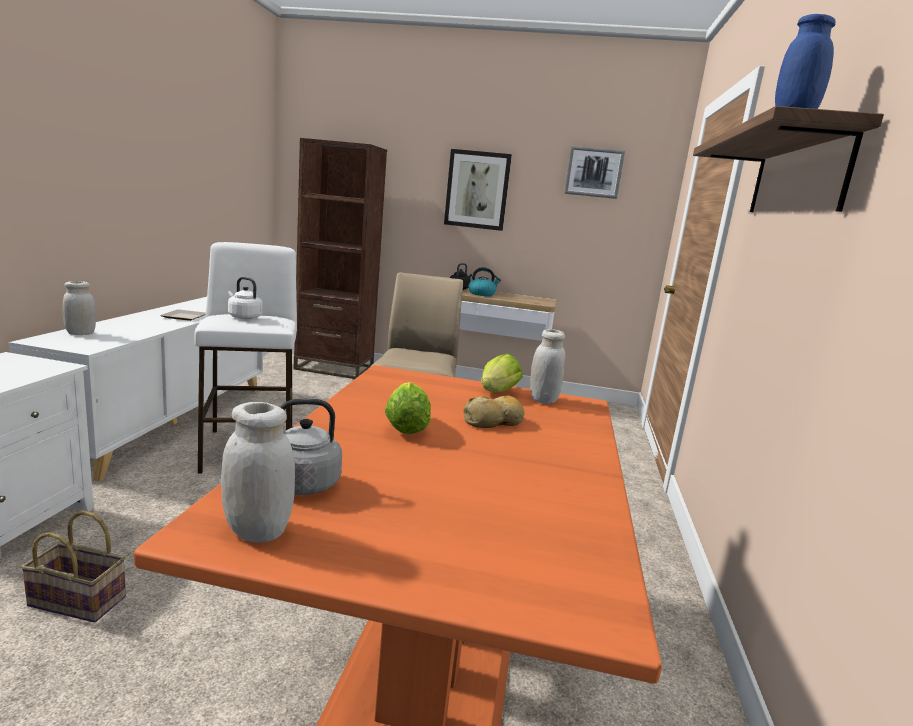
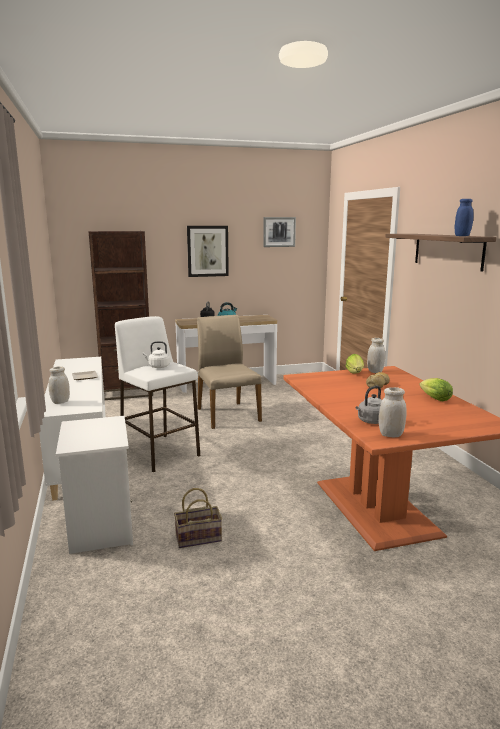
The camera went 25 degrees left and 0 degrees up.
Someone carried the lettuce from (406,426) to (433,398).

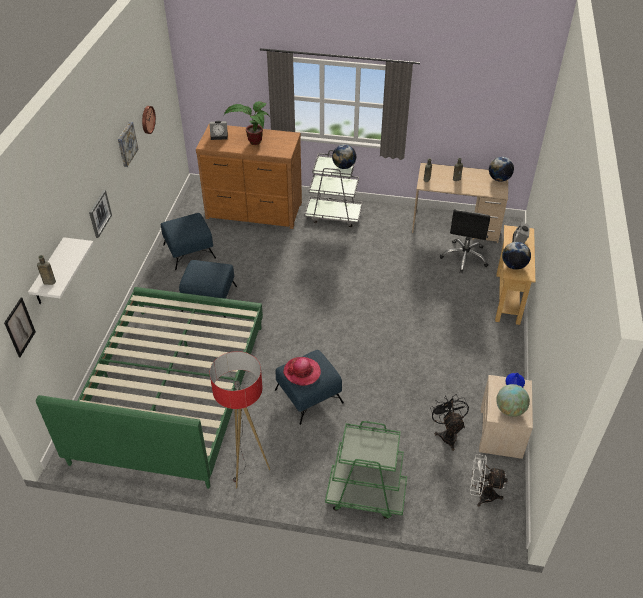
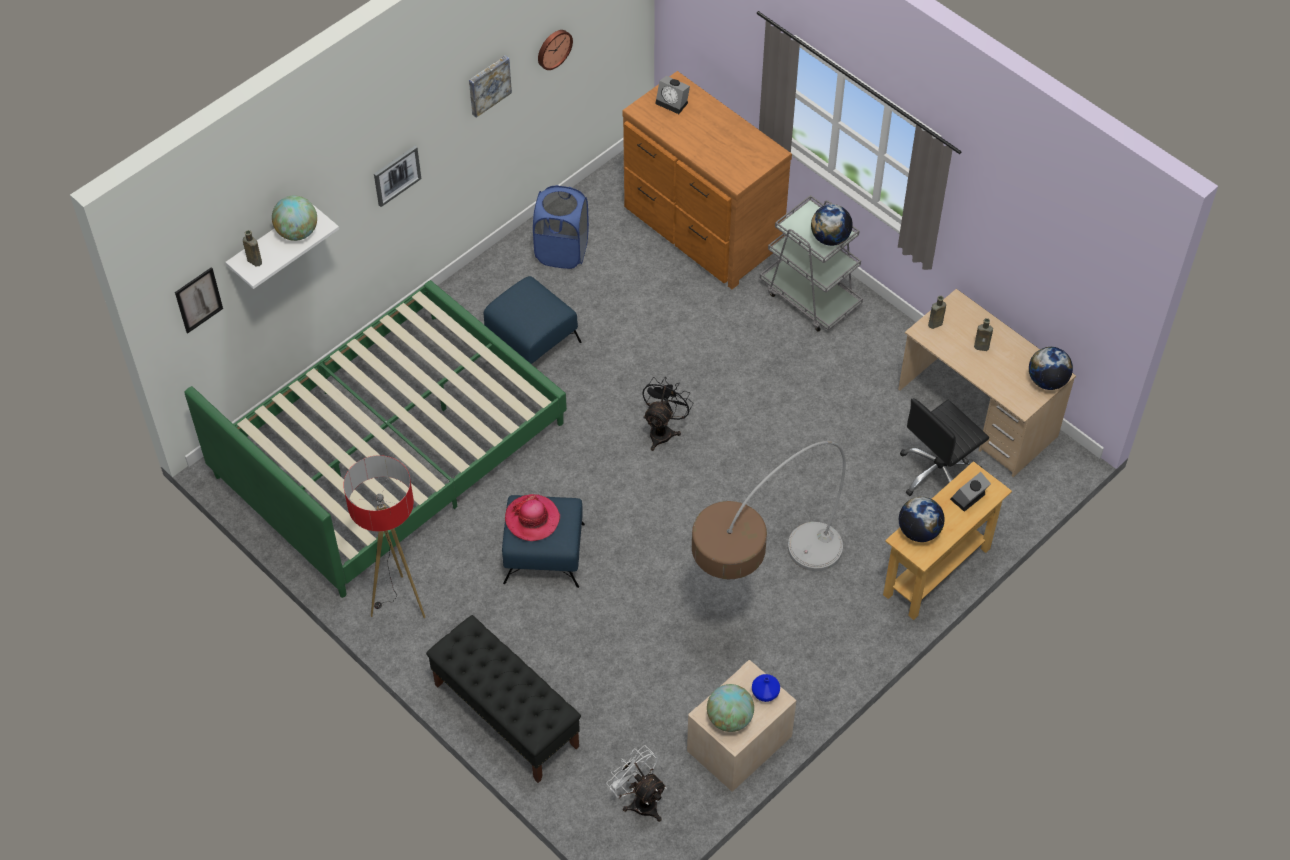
The camera went 35 degrees right and 10 degrees up.
Someone swapped the blue ottoman at (189,251) for the blue laundry basket at (562,251).
Someone took away the potted plant at (253,142).
Someone swapped the green cart at (365,495) for the black bench at (505,715).
Someone carried the black fan from (447,434) to (663,430).
Someone put down the globe at (297,232).
Someone put down the floor lamp at (762,593).

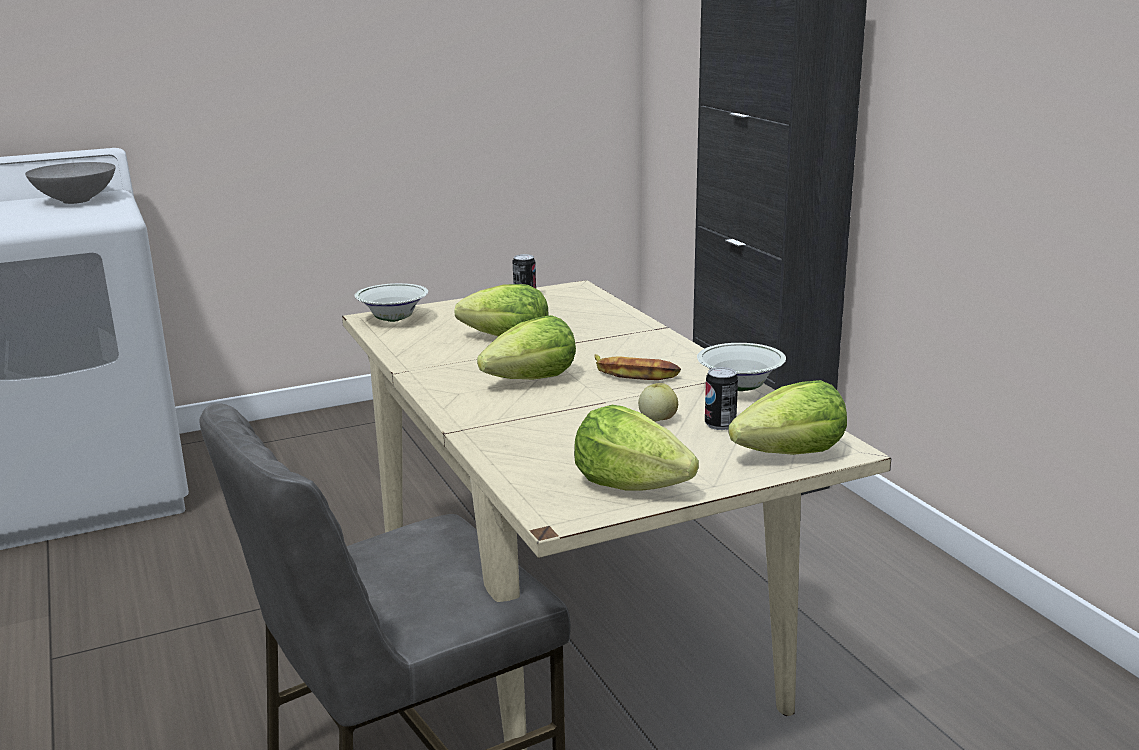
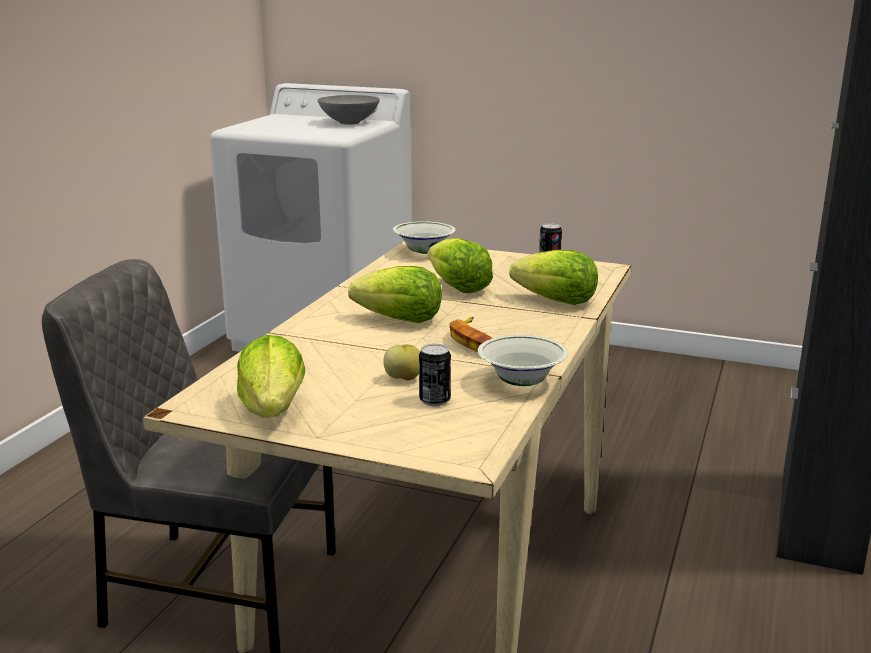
The camera went 45 degrees right and 0 degrees up.
Someone carried the lettuce from (792,455) to (556,301).

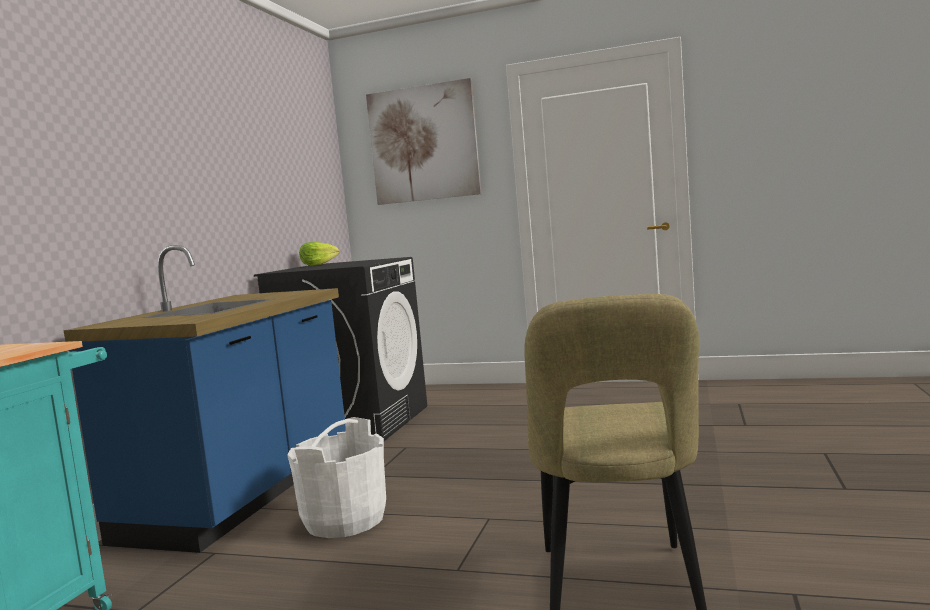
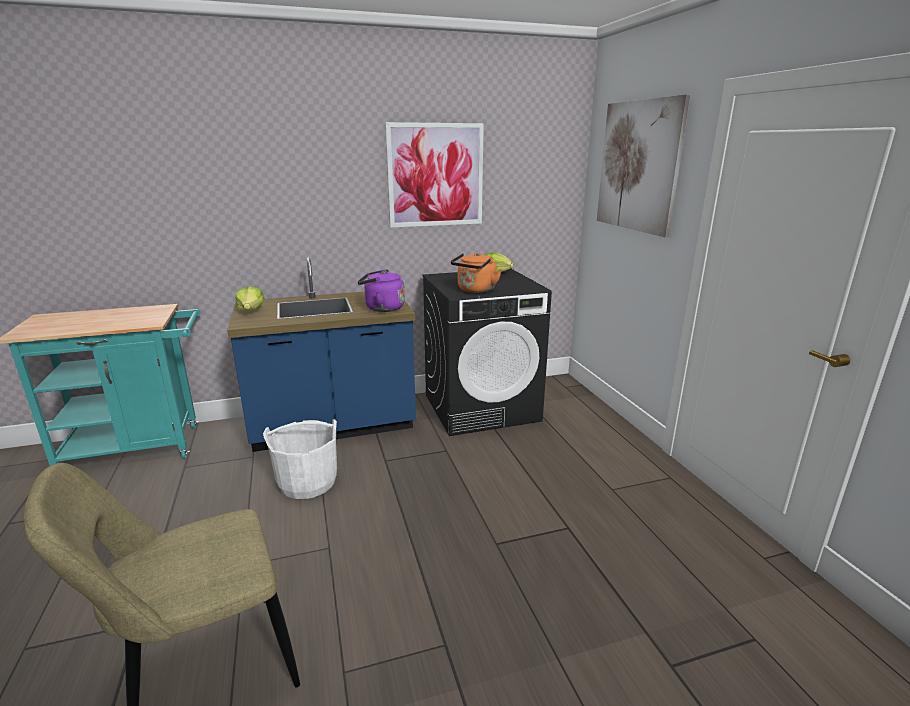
The camera went 55 degrees right and 15 degrees up.
Someone put down the lettuce at (251,311).
Someone put down the purple kettle at (382,308).
Someone put up the picture at (435,175).
Someone put down the orange kettle at (475,290).

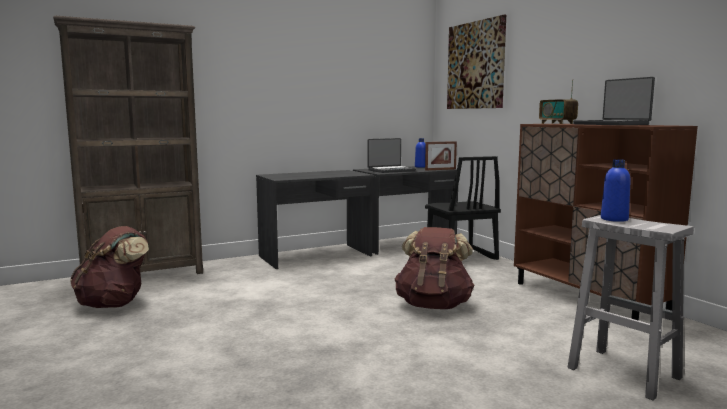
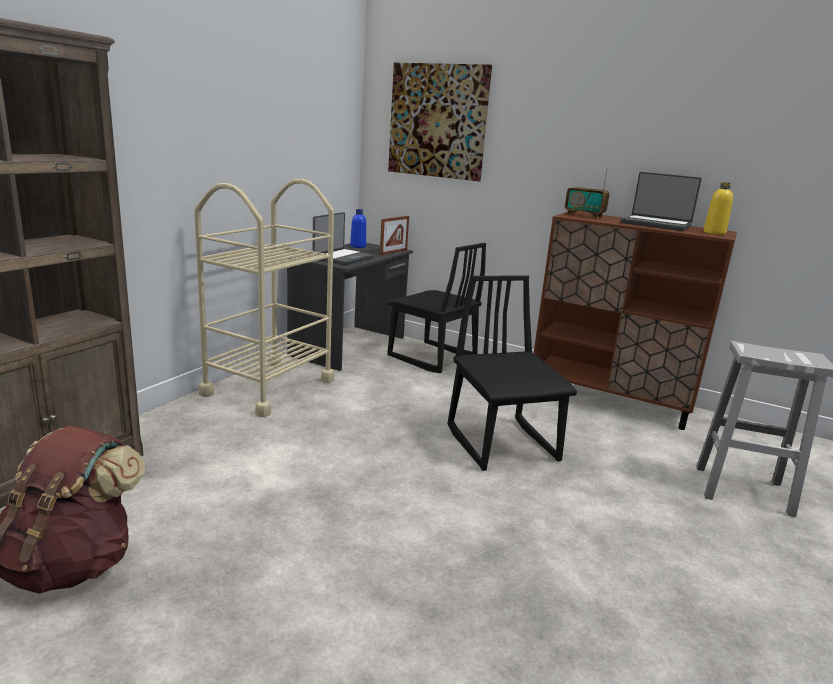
The camera went 35 degrees left and 10 degrees up.
Someone swapped the grey desk at (316,256) for the beige cart at (269,387).
Someone swapped the brown backpack at (433,305) for the black chair at (503,444).
Someone took away the blue bottle at (614,219).
Someone put down the yellow bottle at (714,233).

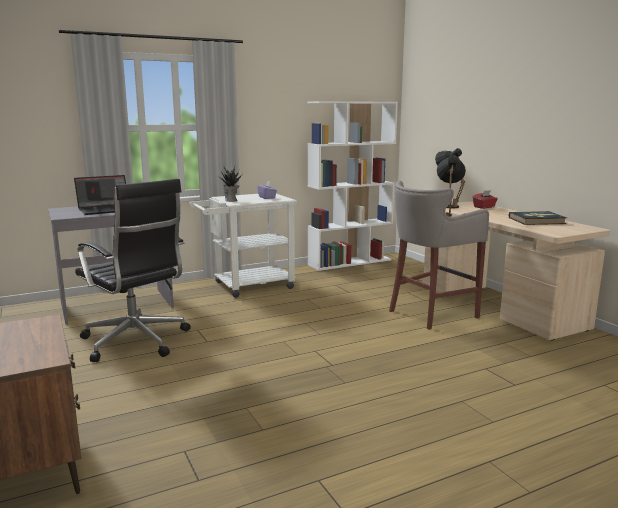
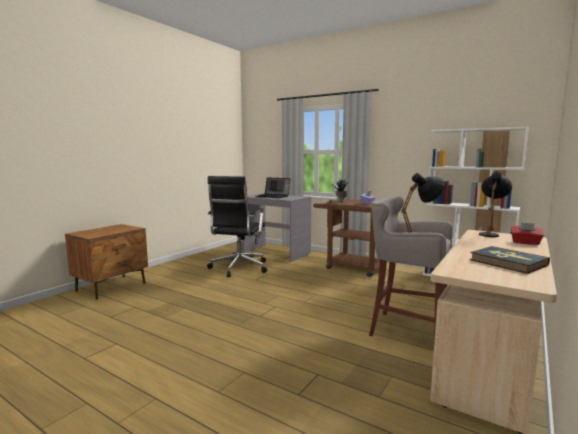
The camera went 60 degrees right and 5 degrees down.
Someone repainted the white cart at (247,286), which became the brown cart at (351,266).

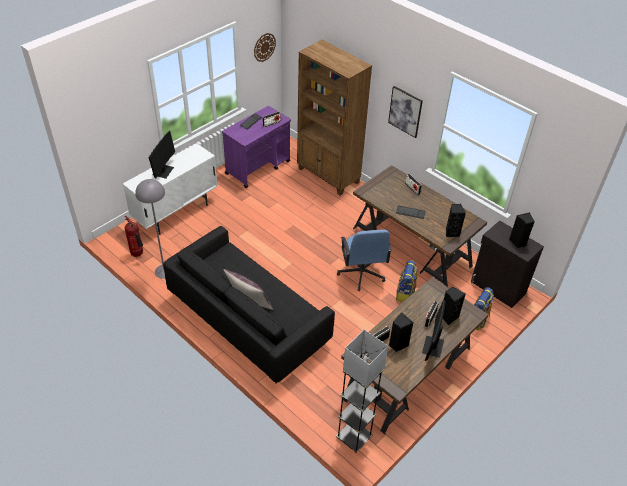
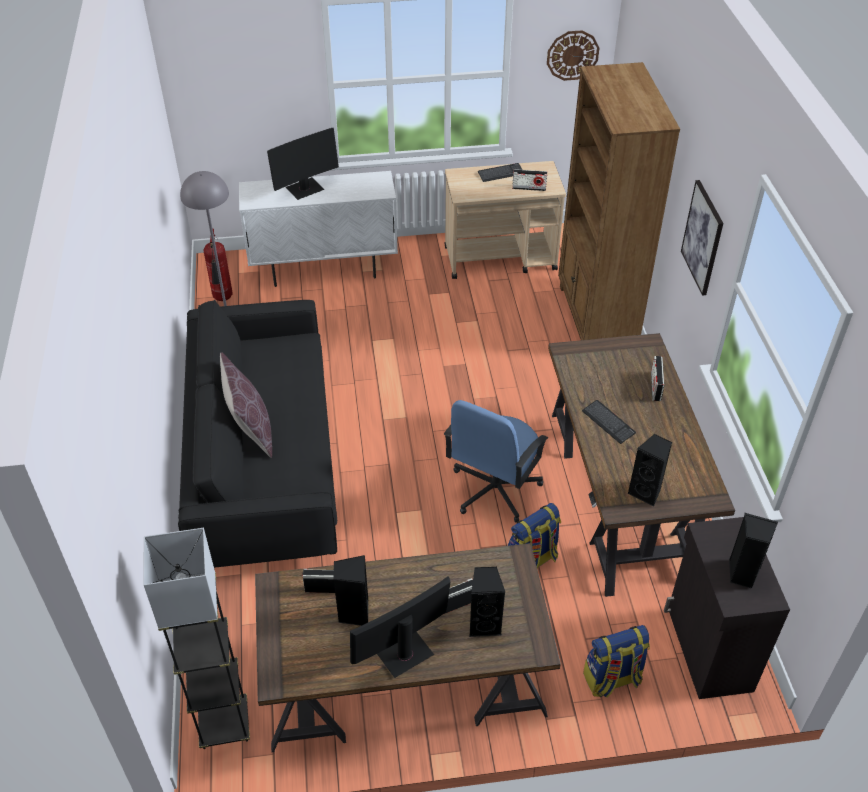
The camera went 40 degrees right and 0 degrees up.
Someone repainted the purple cart at (258,167), which became the beige cart at (501,258).

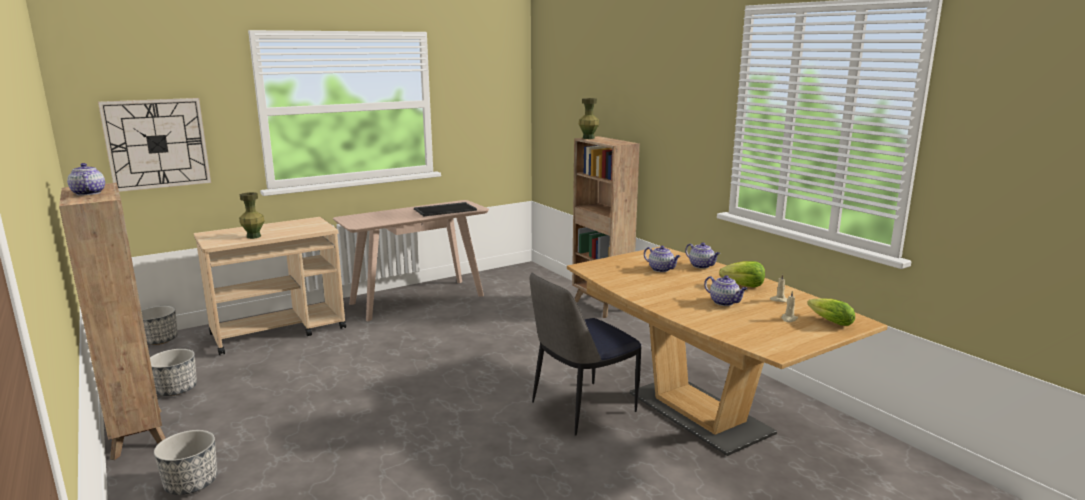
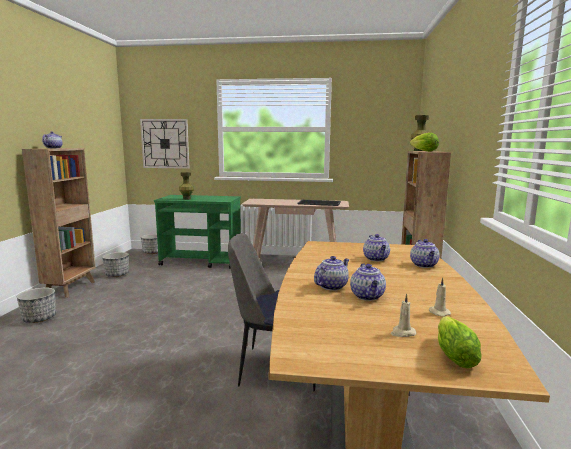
The camera went 40 degrees right and 5 degrees down.
Someone repainted the beige cart at (279,331), which became the green cart at (202,261).
Someone carried the lettuce from (743,286) to (424,151).
Someone put down the teapot at (331,286).

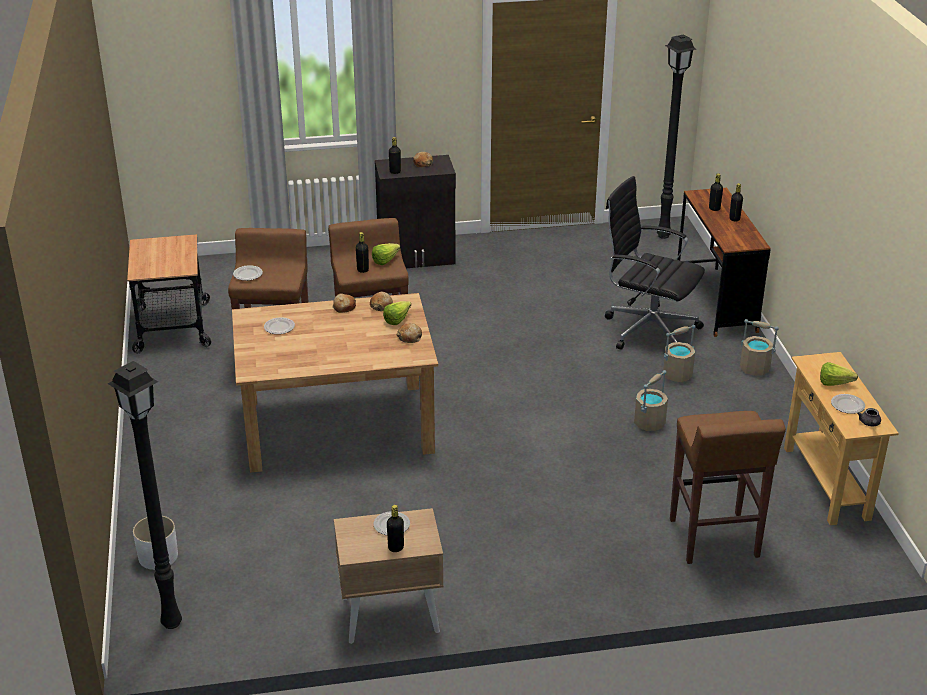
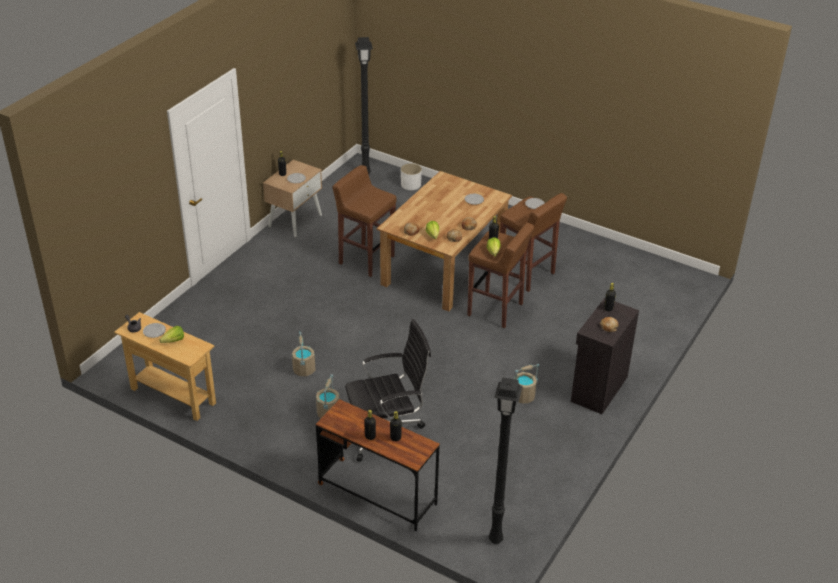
The camera went 130 degrees right and 5 degrees up.
Someone took away the cart at (171,327).
Someone carried the brown stool from (714,539) to (366,259).
Someone carried the beige bucket from (755,368) to (523,396).

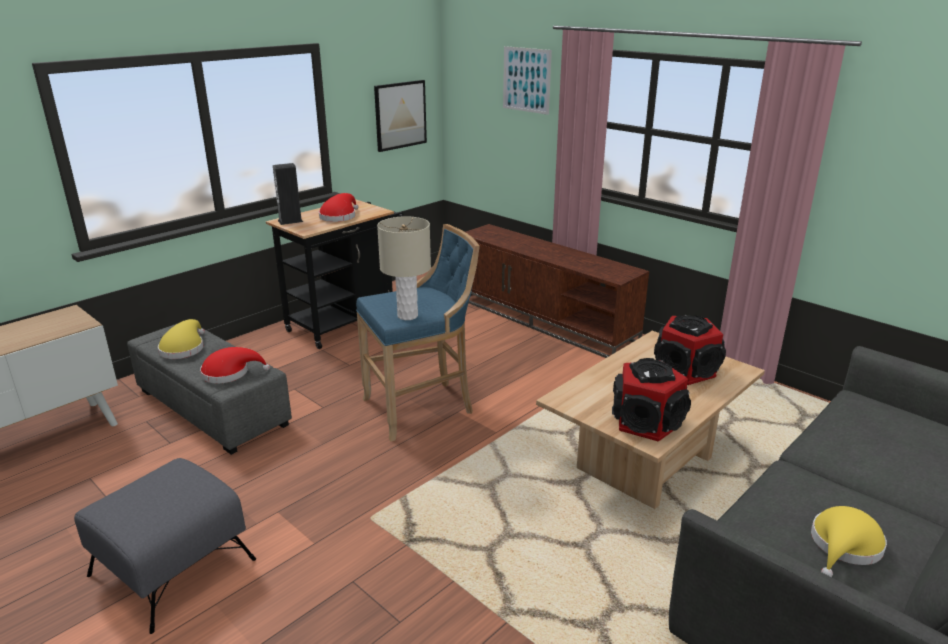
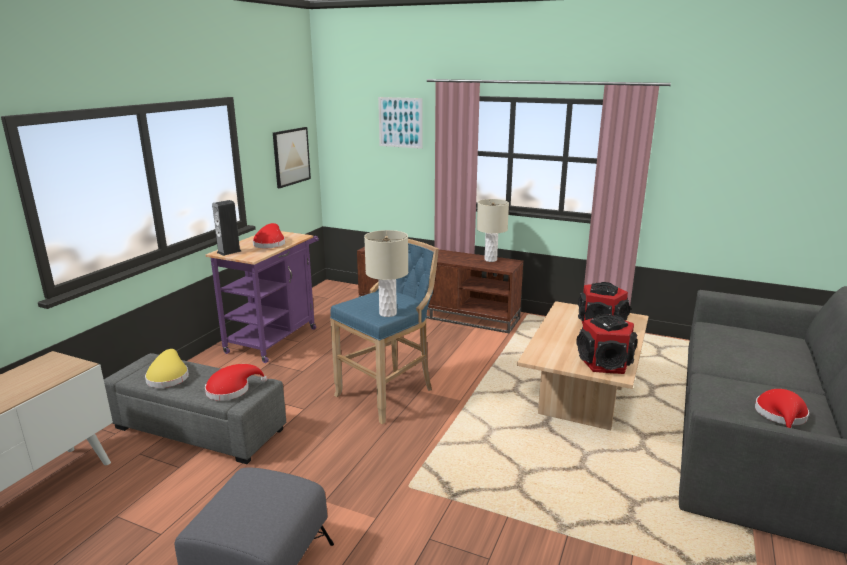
The camera went 20 degrees left and 5 degrees down.
Someone repainted the black cart at (346,322), which became the purple cart at (275,338).
Someone repainted the yellow hat at (844,546), which became the red hat at (781,416).
Someone put down the beige table lamp at (490,260).

